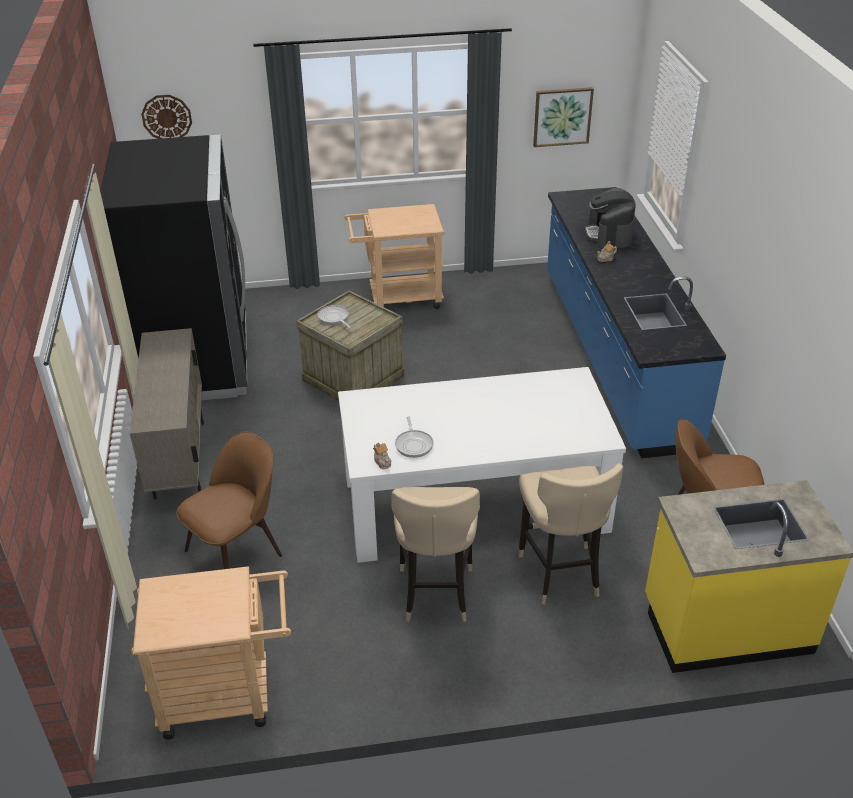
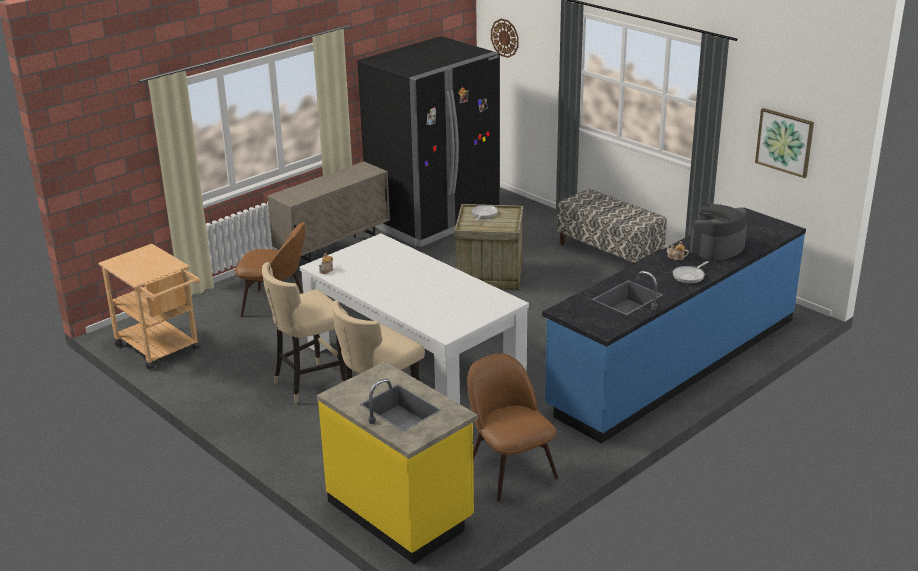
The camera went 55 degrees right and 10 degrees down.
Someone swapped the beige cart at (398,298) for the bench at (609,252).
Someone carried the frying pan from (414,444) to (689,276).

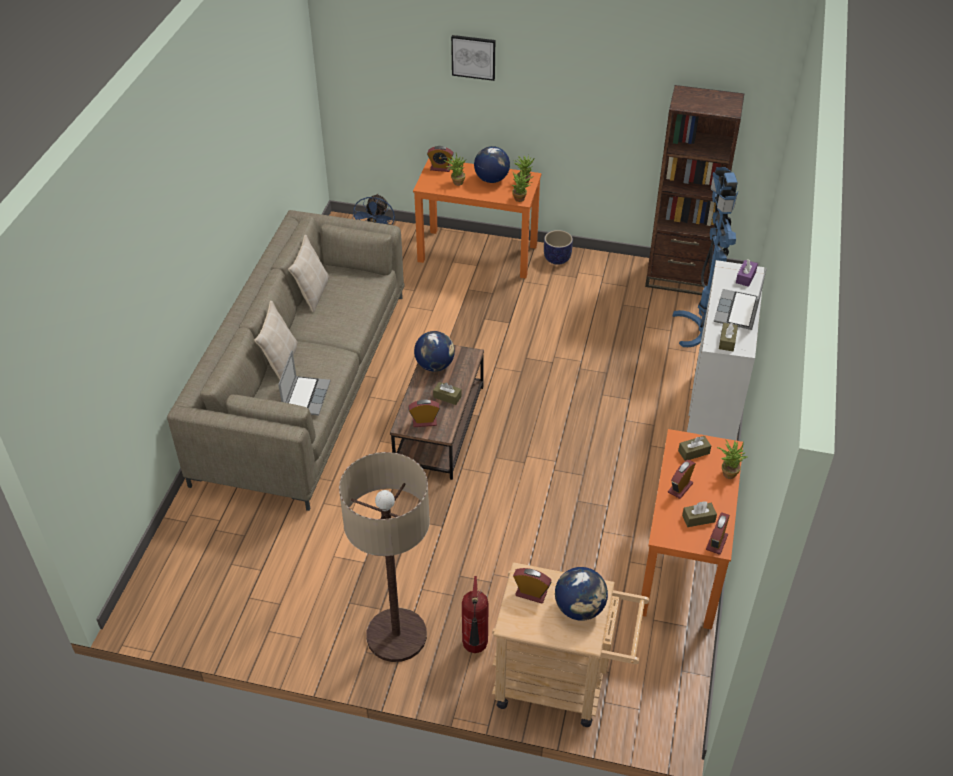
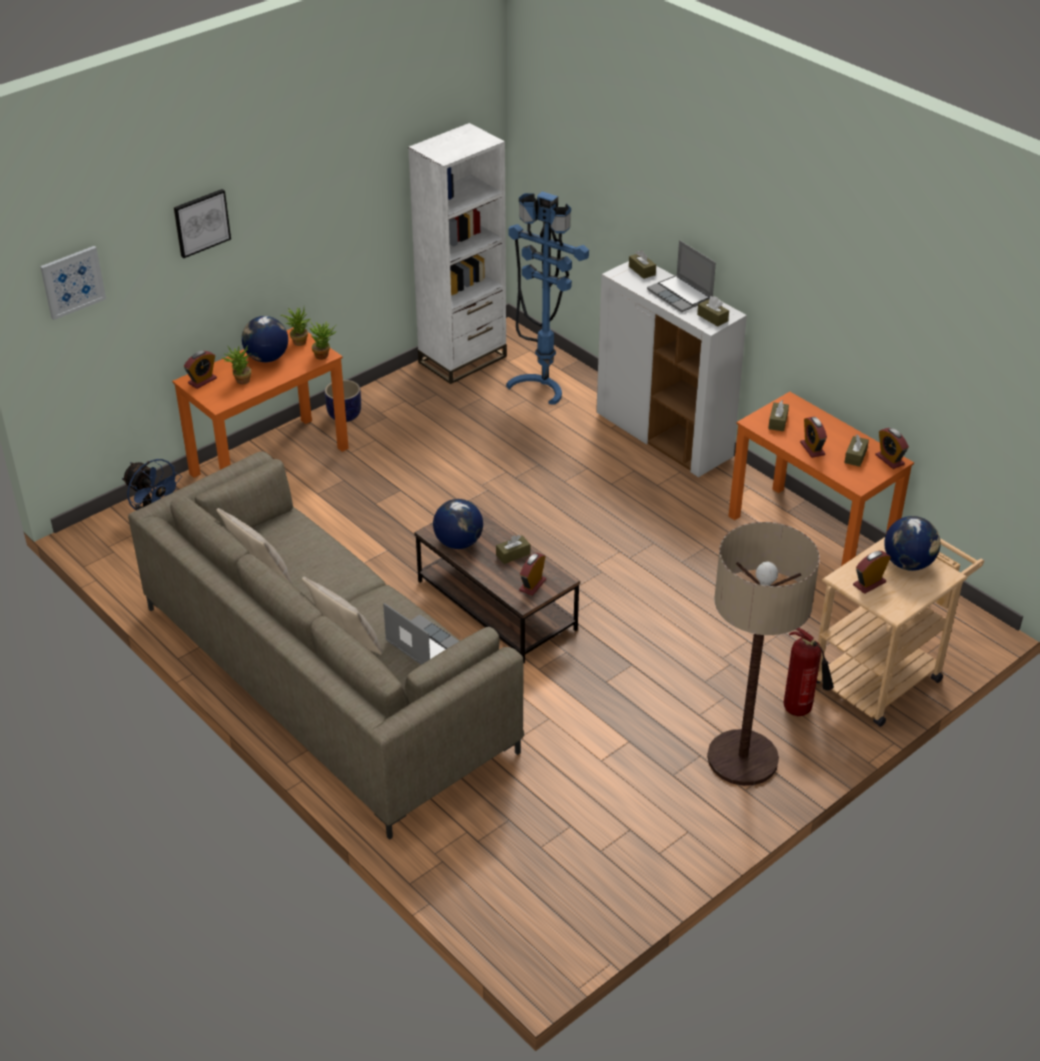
The camera went 55 degrees left and 5 degrees down.
Someone repainted the brown bookcase at (679,278), which became the white bookcase at (462,359).
Someone took away the potted plant at (728,472).
Someone repainted the purple tissue box at (745,277), which became the brown tissue box at (642,270).
Someone put up the picture at (72,282).

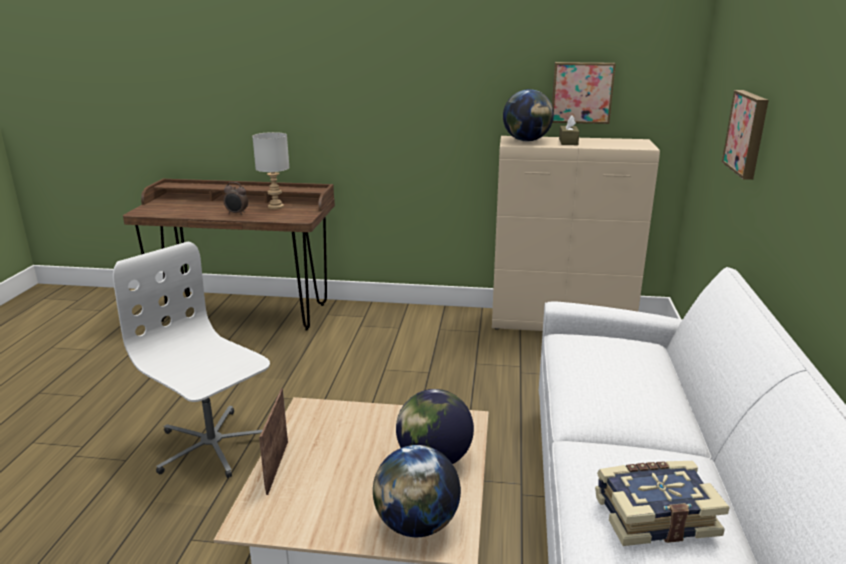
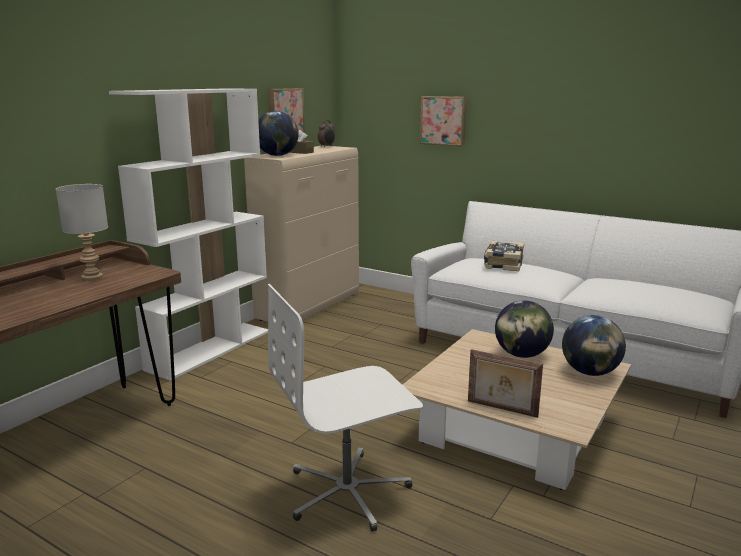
The camera went 65 degrees left and 5 degrees down.
Someone carried the alarm clock from (237,213) to (327,146).
Someone carried the book from (654,514) to (502,264).
Someone put down the white bookcase at (210,349).

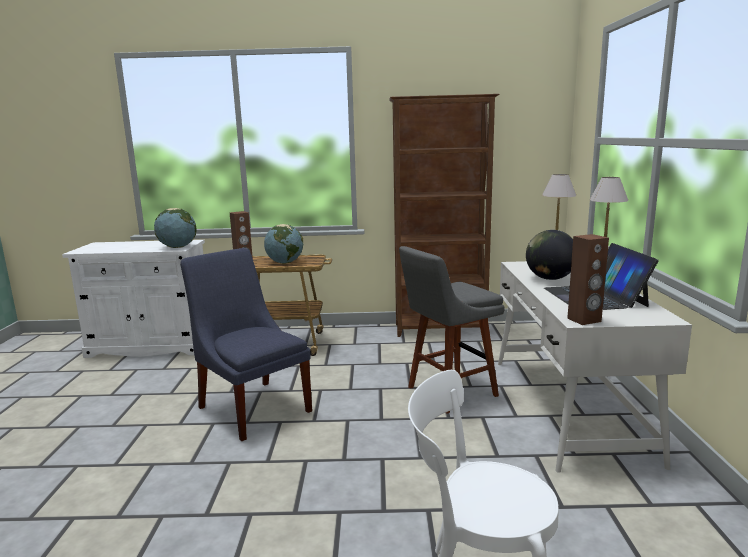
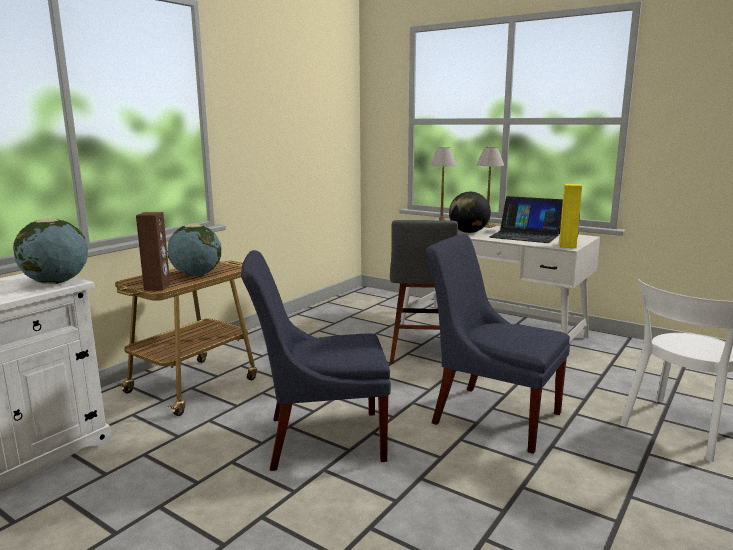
The camera went 55 degrees left and 0 degrees up.
Someone took away the brown bookcase at (441,329).
Someone repainted the brown speaker at (584,320), which became the yellow speaker at (568,246).
Someone put down the blue chair at (491,415).

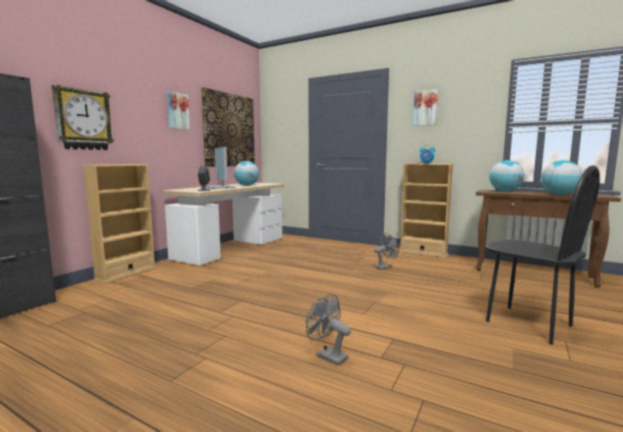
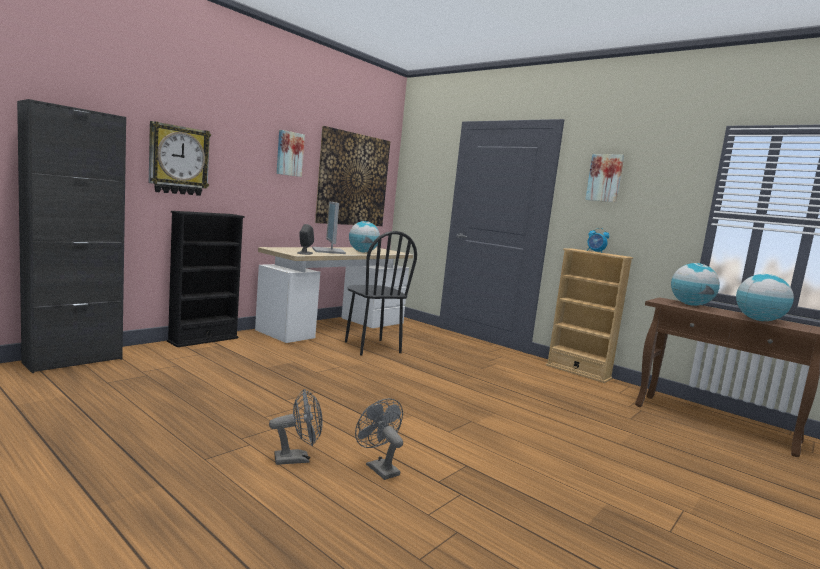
The camera went 10 degrees right and 0 degrees up.
Someone repainted the beige bookcase at (126,273), which became the black bookcase at (203,340).
Someone carried the grey fan from (385,267) to (297,459).
Someone carried the black chair from (528,323) to (372,347).

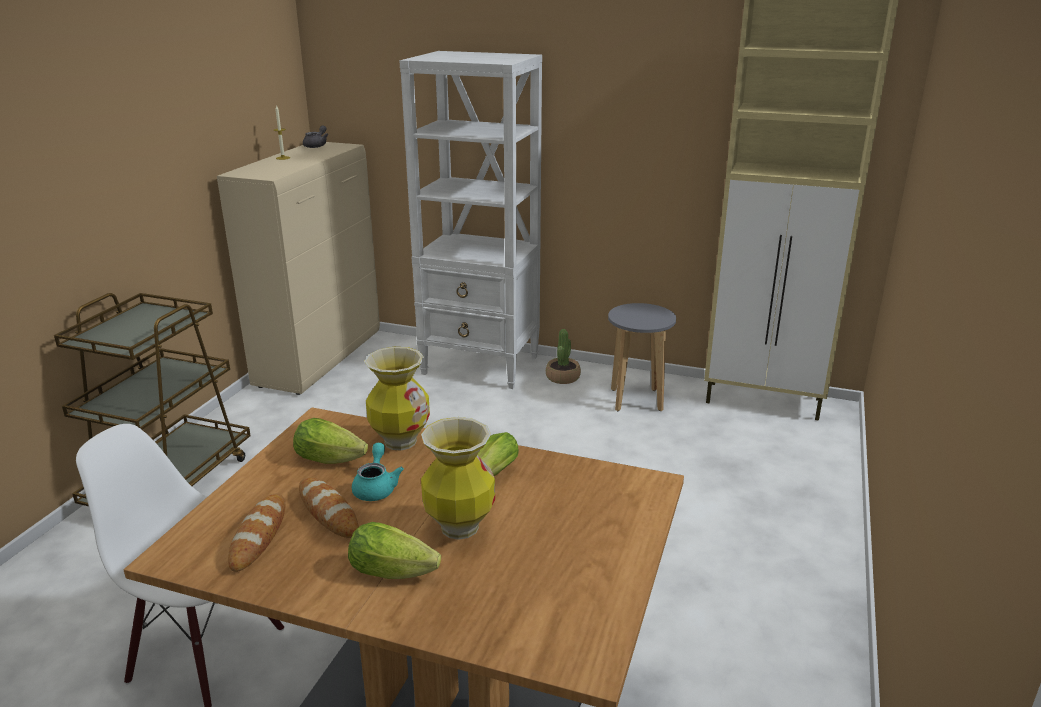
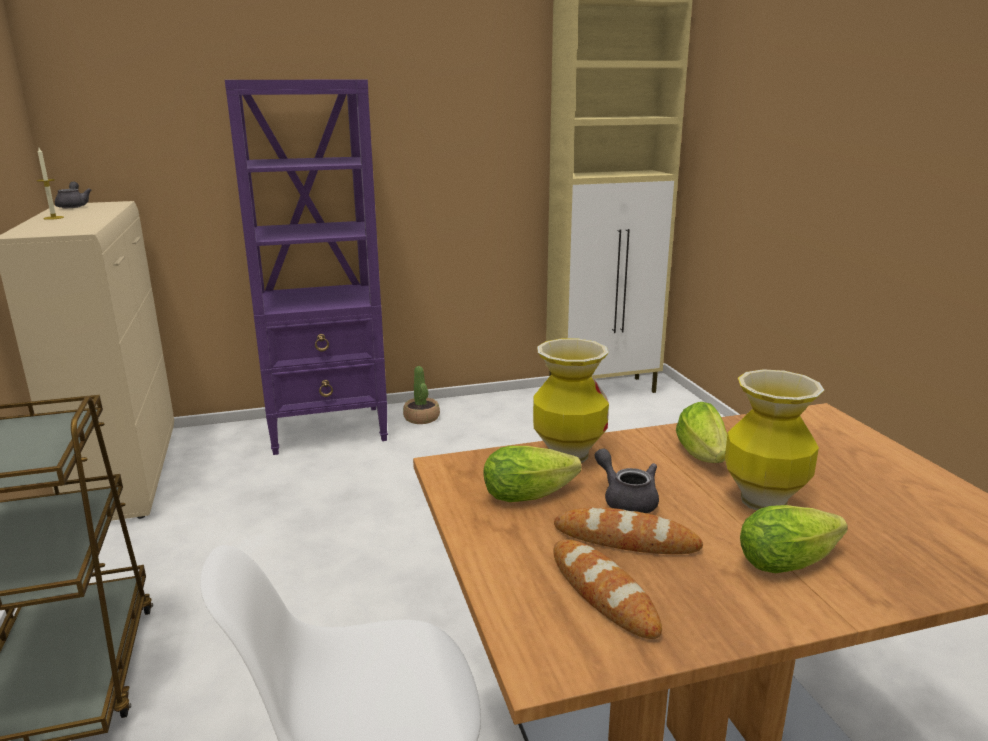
The camera went 35 degrees left and 5 degrees down.
Someone repainted the turquoise teapot at (376,487), which became the grey teapot at (626,500).
Someone repainted the white bookcase at (481,365), which became the purple bookcase at (329,430).
Someone took away the grey stool at (636,400).

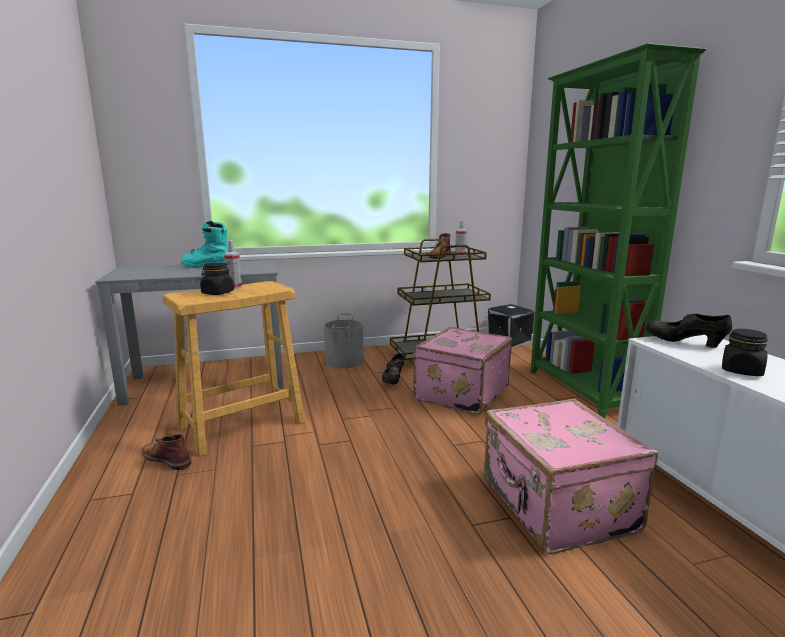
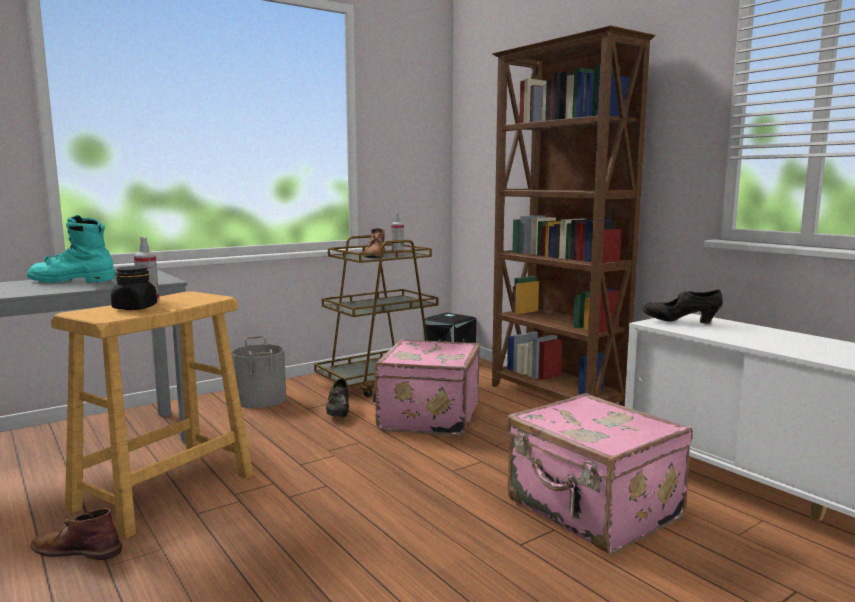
The camera went 20 degrees left and 5 degrees down.
Someone repainted the green bookcase at (582,391), which became the brown bookcase at (556,398).
Someone took away the black jar at (741,371).

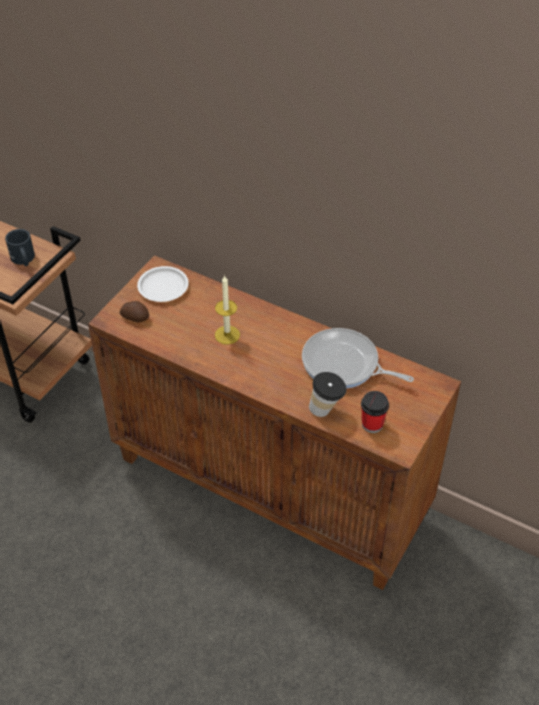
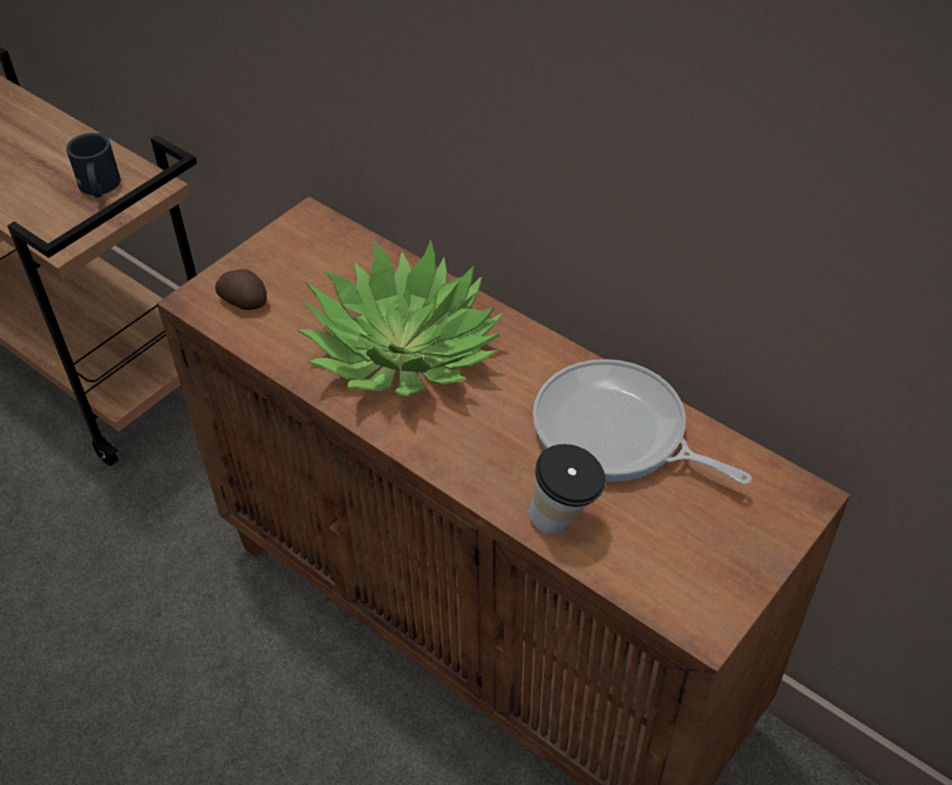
The camera went 10 degrees right and 0 degrees up.
Someone took away the white plate at (163,287).
Someone swapped the candle at (227,335) for the potted plant at (403,350).
Someone took away the cup at (372,424).

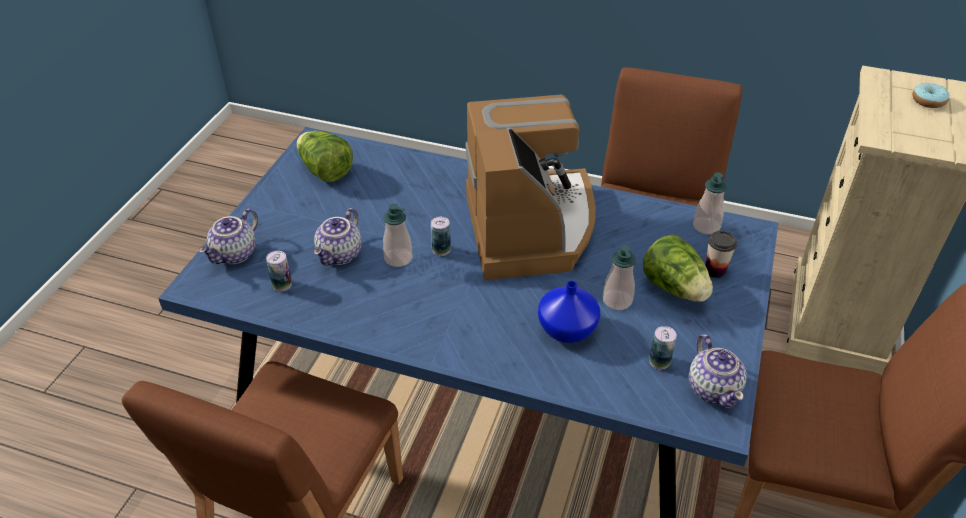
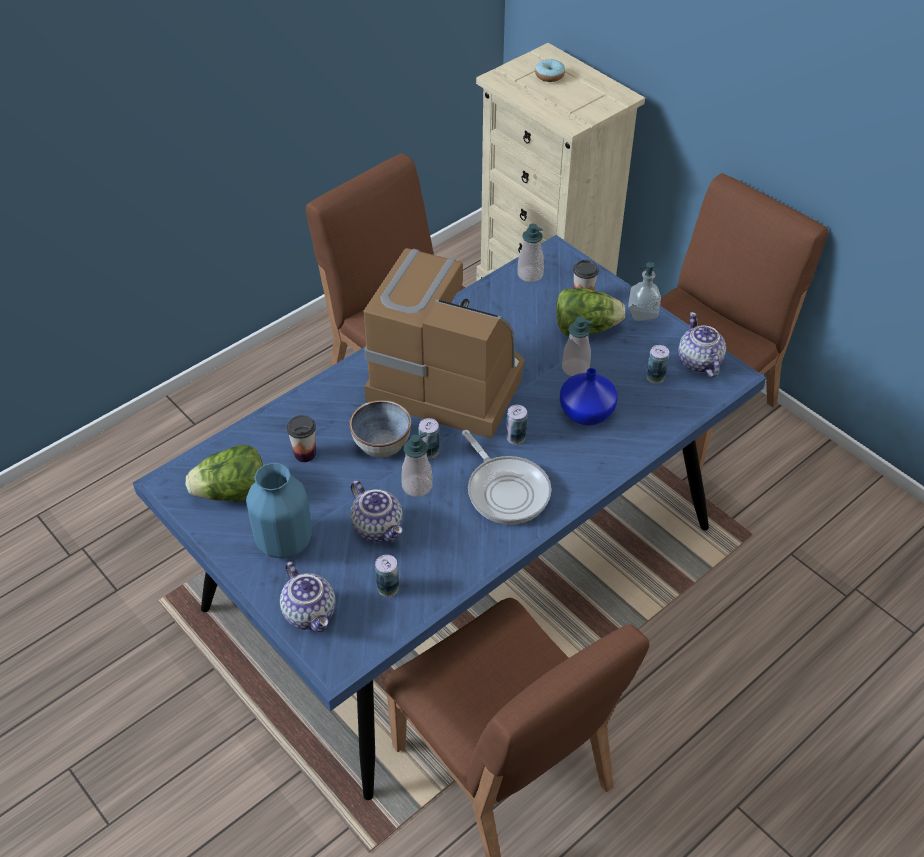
The camera went 60 degrees left and 5 degrees up.
Someone rotated the teapot at (713,388) by 120 degrees counterclockwise.
Someone put down the blue vase at (283,541).
Someone put down the cup at (305,454).
Someone put down the bowl at (381,443).
Someone put down the frying pan at (506,490).
Someone put down the can at (515,437).
Someone put down the soap dispenser at (642,313).

